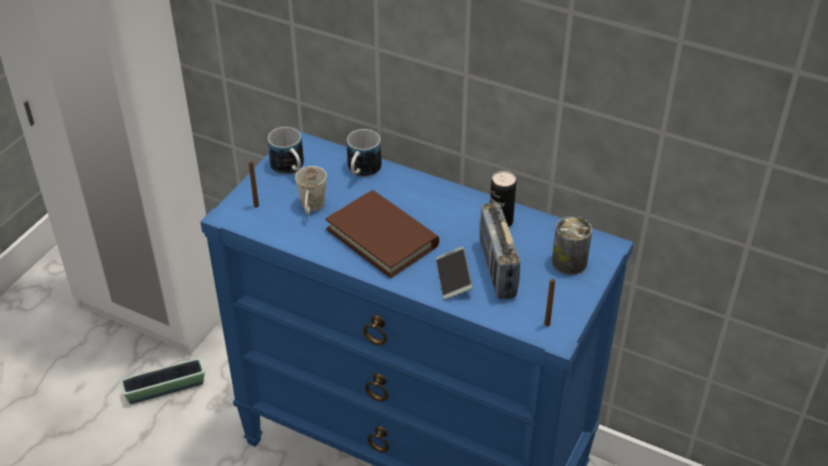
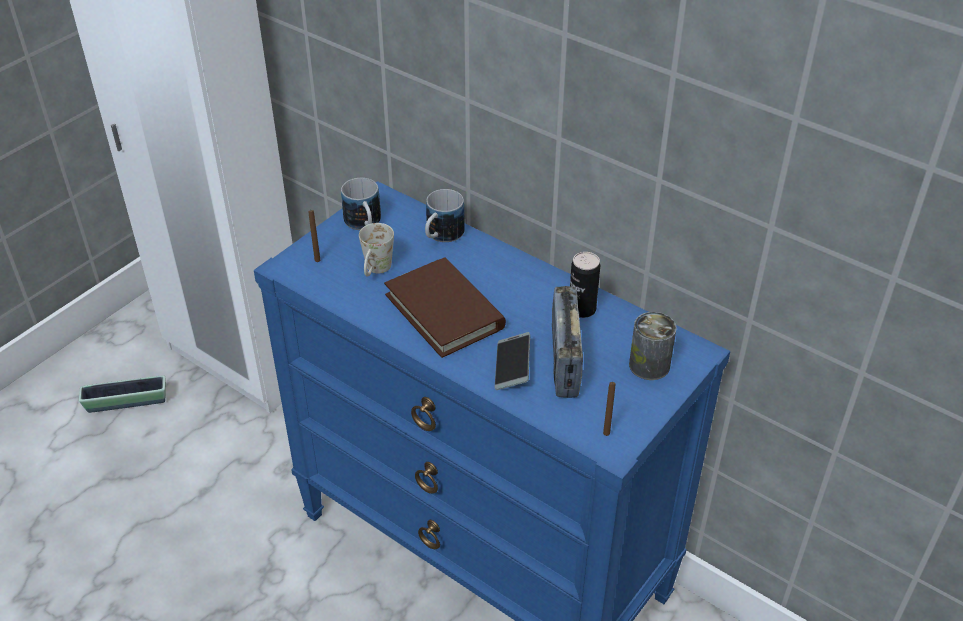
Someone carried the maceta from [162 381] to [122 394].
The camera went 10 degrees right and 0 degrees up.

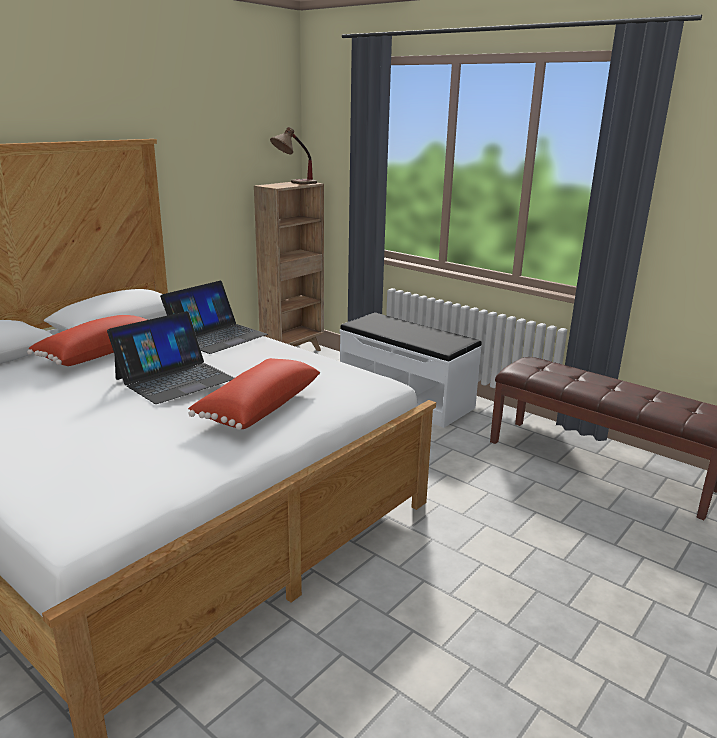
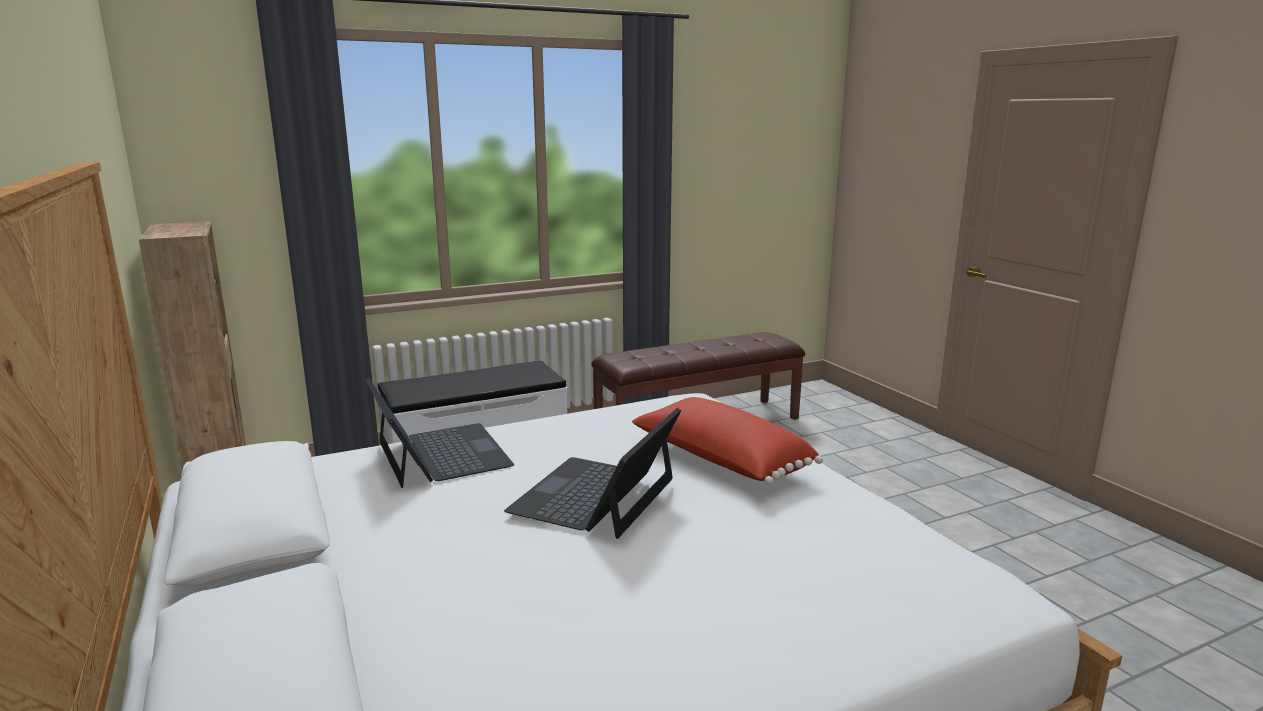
Someone took away the cojín (rojo) at [87 340].
Someone took away the lámpara de mesa at [293 156].
Someone rotated the portátil at [170 357] by 135 degrees counterclockwise.
The camera went 65 degrees left and 5 degrees down.

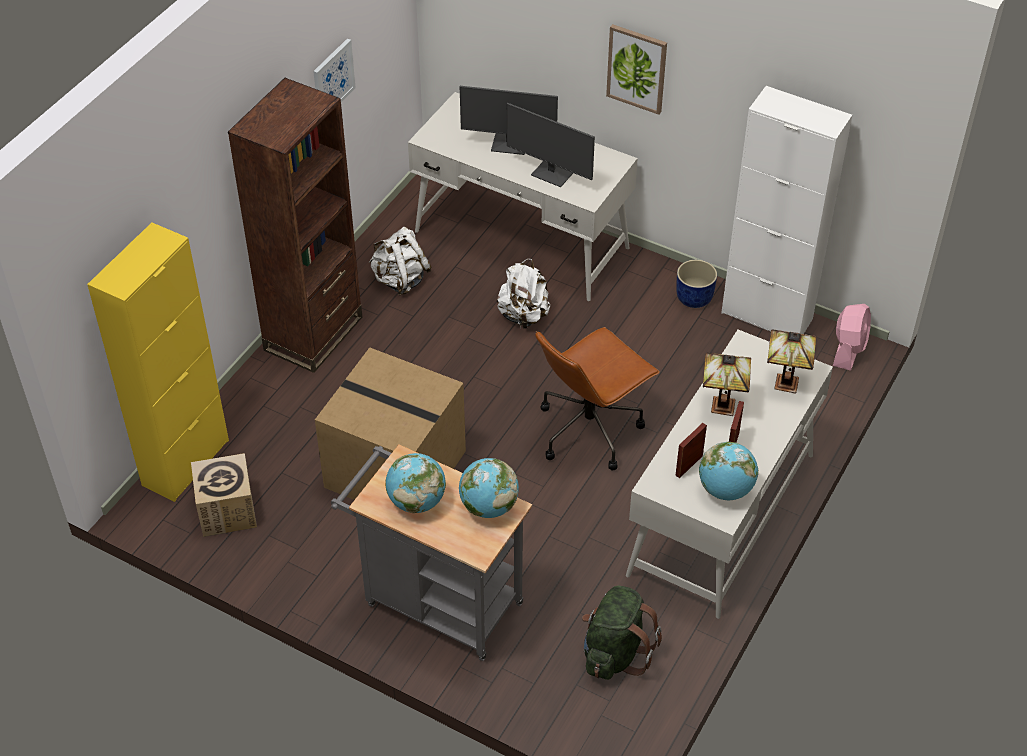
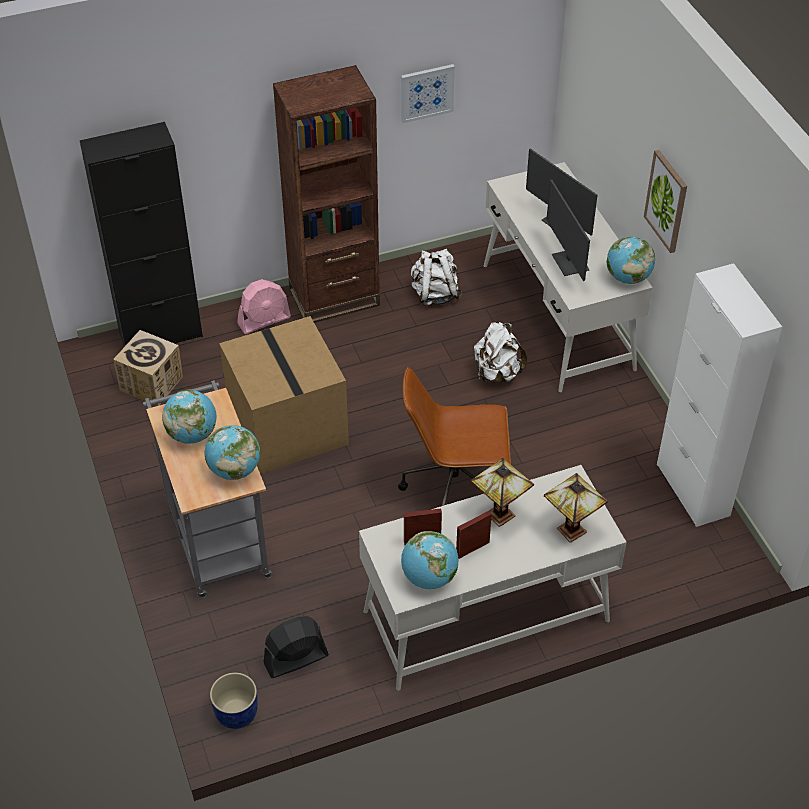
Someone put down the globo terráqueo at [630 260].
Someone carried the maceta (azul) from [696 284] to [234 700].
Someone carried the ventilador (rosa) from [852 337] to [264 306].
Someone swapped the mochila (verde) at [622 632] for the ventilador (negro) at [296 647].
Someone repainted the armario (amarillo) at [158 362], which became the armario (negro) at [141 234].
The camera went 40 degrees right and 0 degrees up.

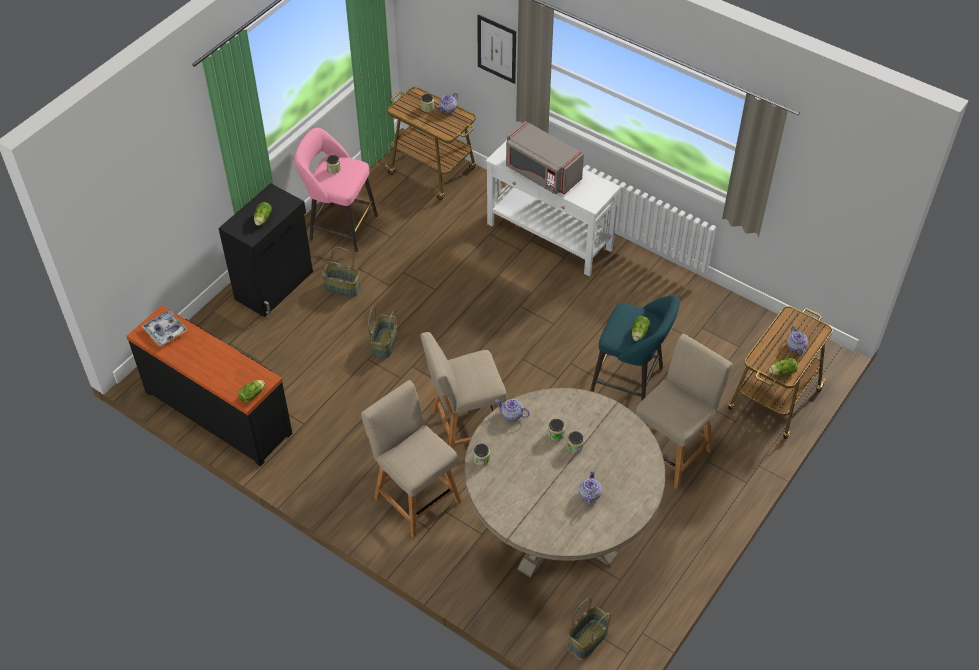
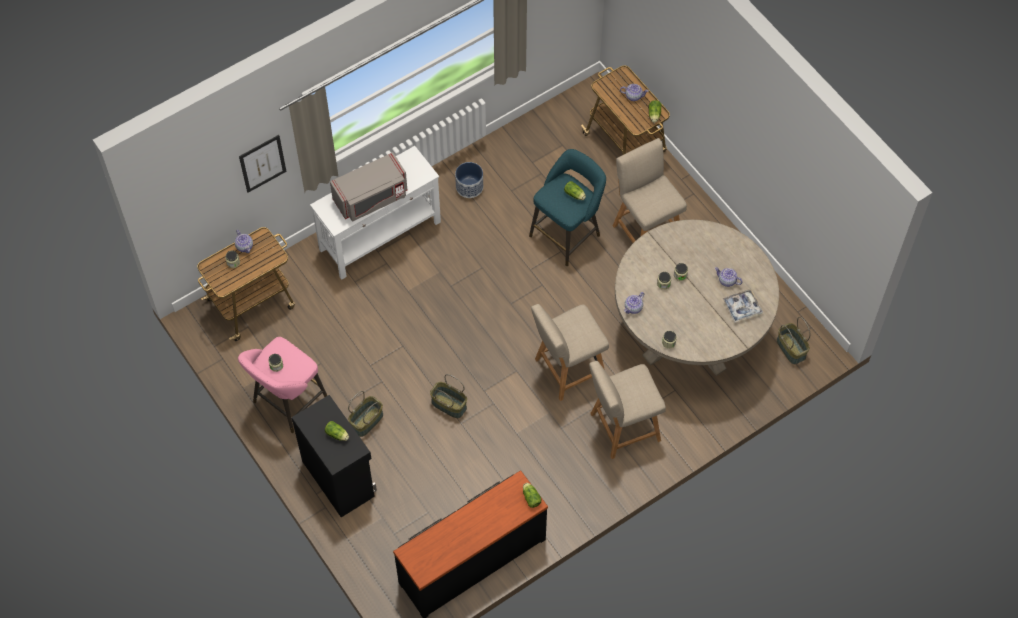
Someone put down the maceta at [469 180].
Someone carried the bandeja from [164 328] to [743 306].
Someone rotated the silla (beis) at [464 391] by 60 degrees clockwise.
The camera went 70 degrees left and 10 degrees up.

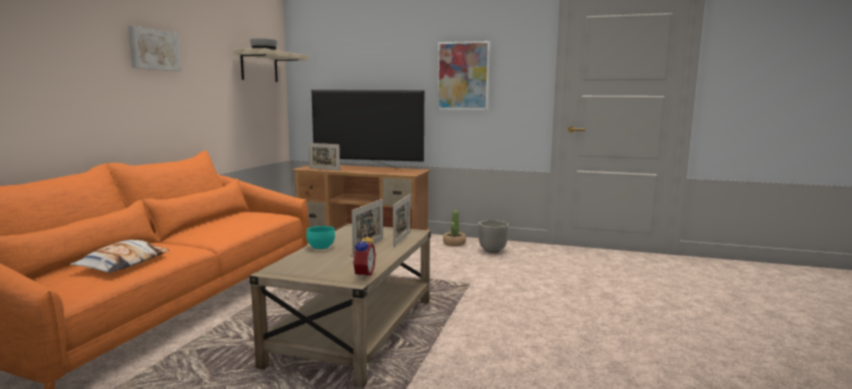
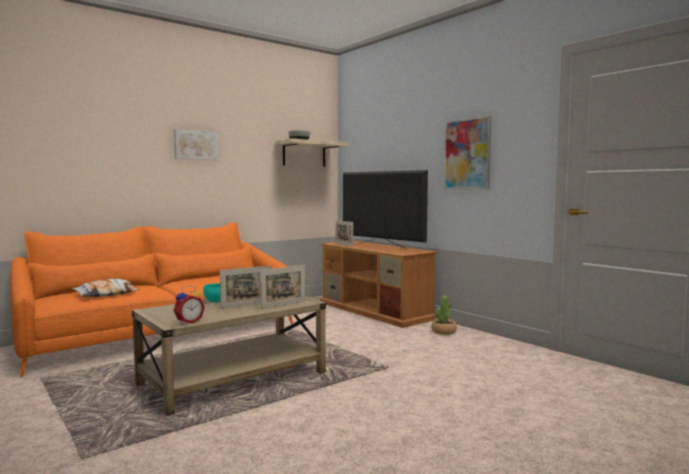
Someone took away the maceta at [493 236].
The camera went 35 degrees right and 5 degrees down.

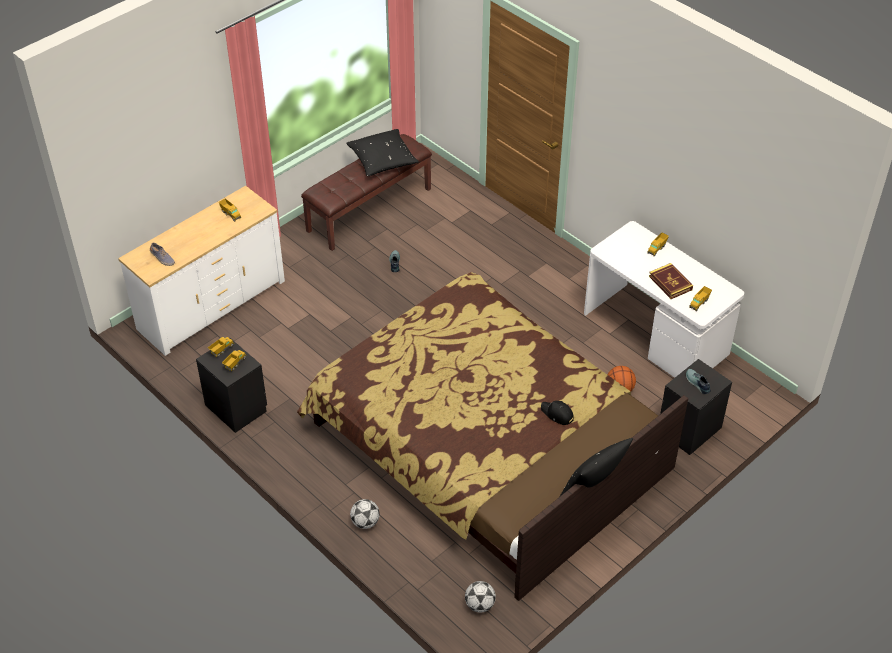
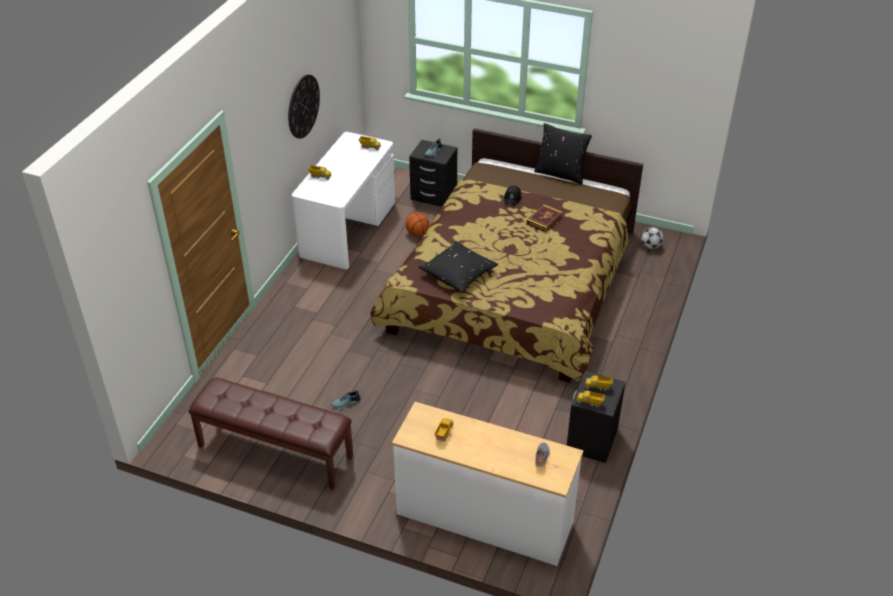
Someone took away the balón de fútbol at [365 514].
Someone put up the reloj de pared at [304 107].
Someone carried the cojín (negro) from [382 152] to [458 267].
Someone carried the libro from [671 281] to [545 218].
The camera went 115 degrees left and 5 degrees down.

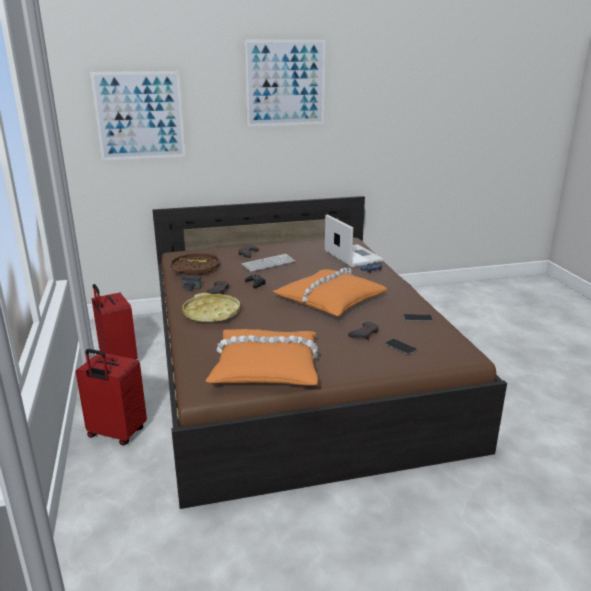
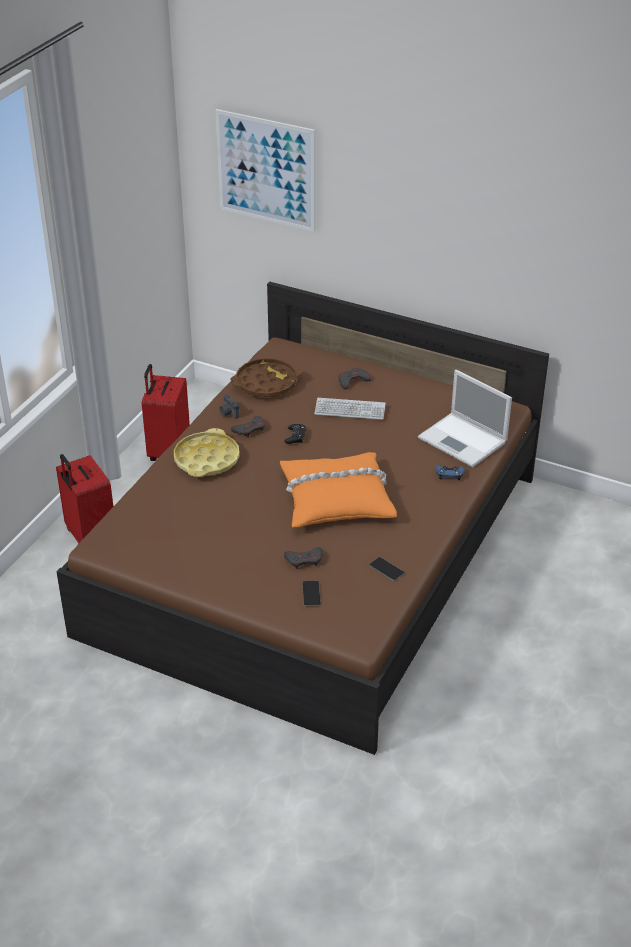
Someone took away the cojín (naranja) at [262 357].
Someone took away the cuadro at [284 83].
Someone rotated the portátil at [354 240] by 120 degrees clockwise.
The camera went 40 degrees right and 15 degrees up.

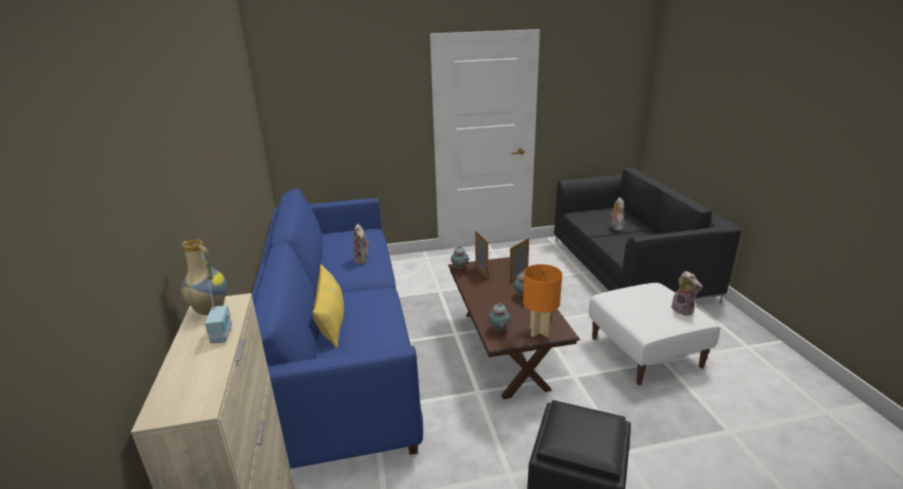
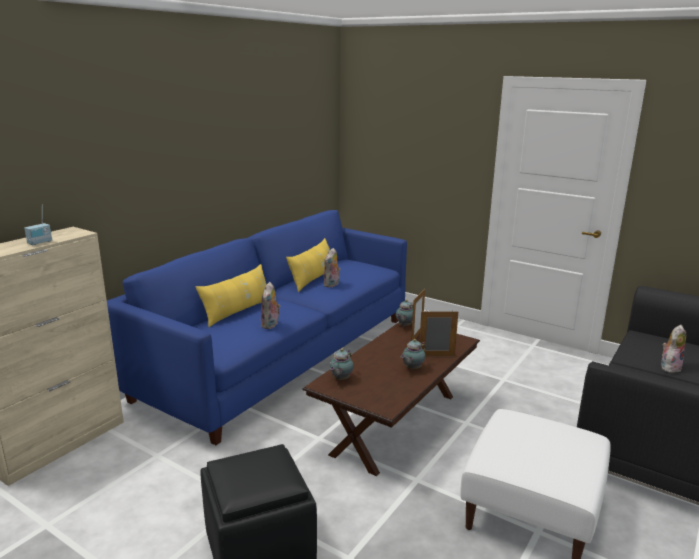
Someone took away the florero at [204 277].
Someone took away the lámpara de mesa (naranja) at [542 300].
Someone put down the cojín (amarillo) at [308 265].
Someone carried the peluche from [687 293] to [271 305].
The camera went 45 degrees right and 5 degrees down.

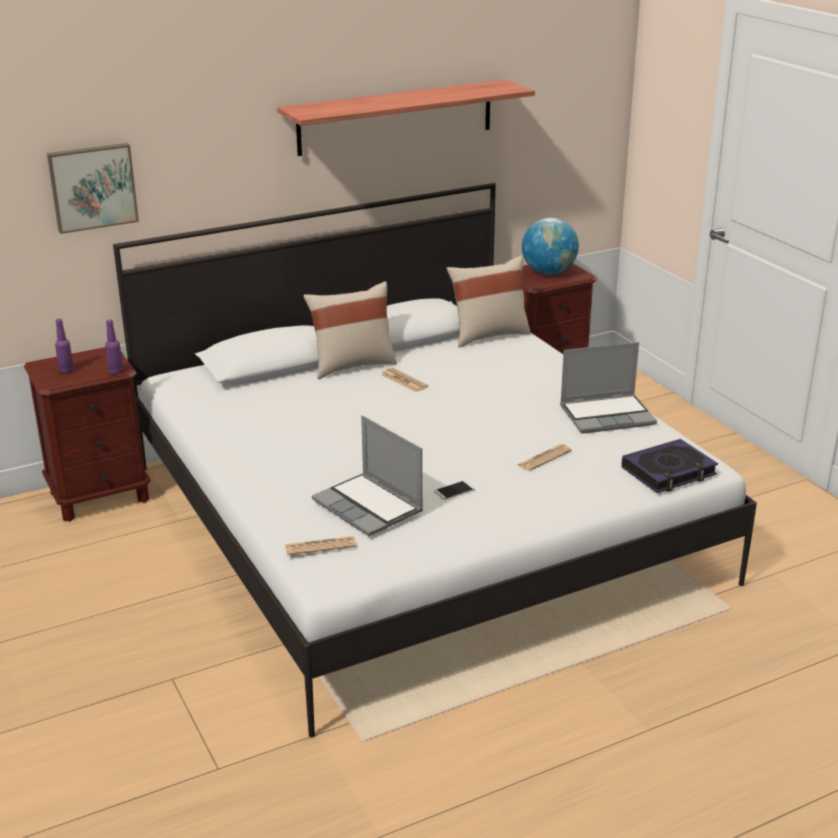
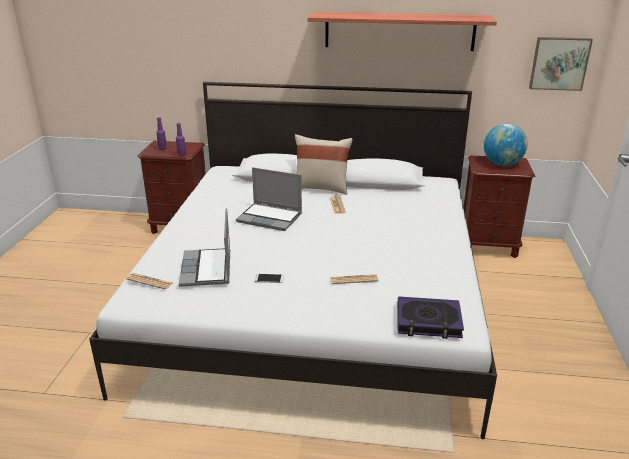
Someone took away the cojín (beis) at [489 301].
Someone carried the cuadro from [93 188] to [561 64].
Someone carried the portátil from [608 388] to [269 199].
The camera went 35 degrees right and 0 degrees up.

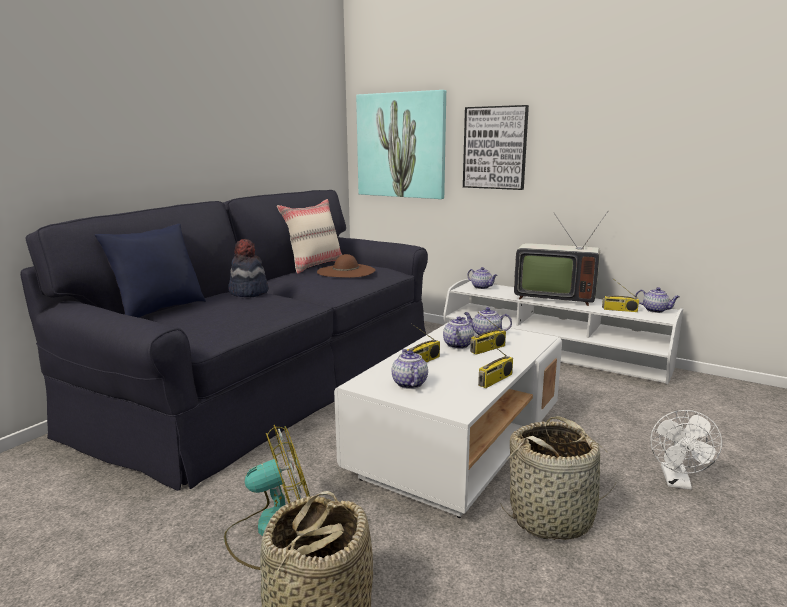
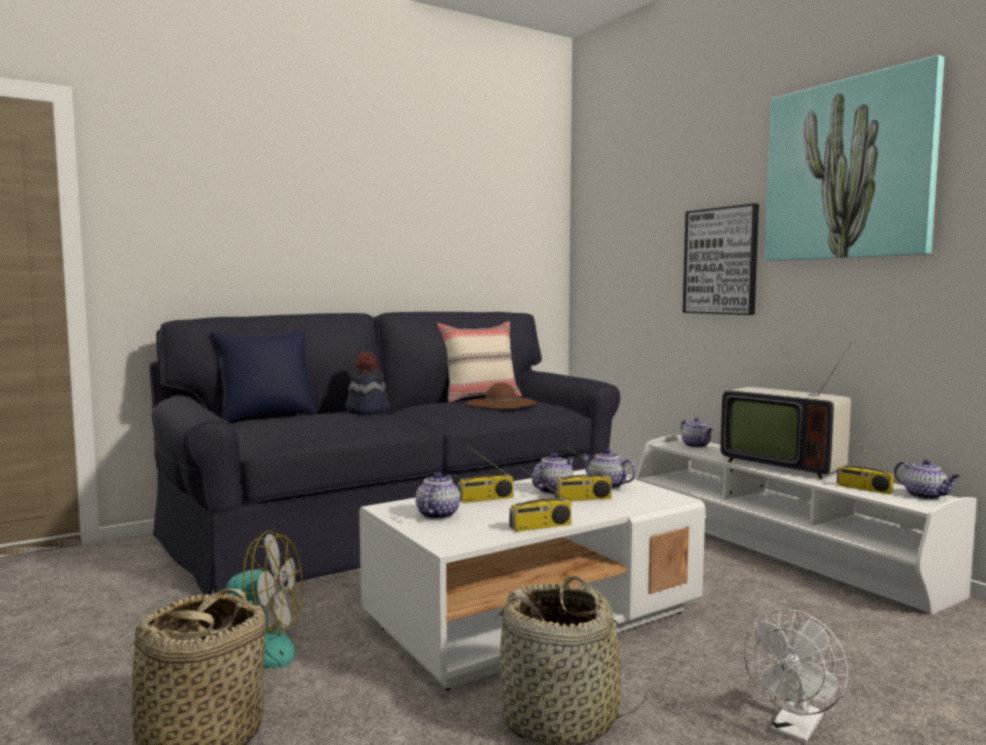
Someone carried the cuadro from [401 144] to [854 158].
The camera went 25 degrees right and 10 degrees down.

